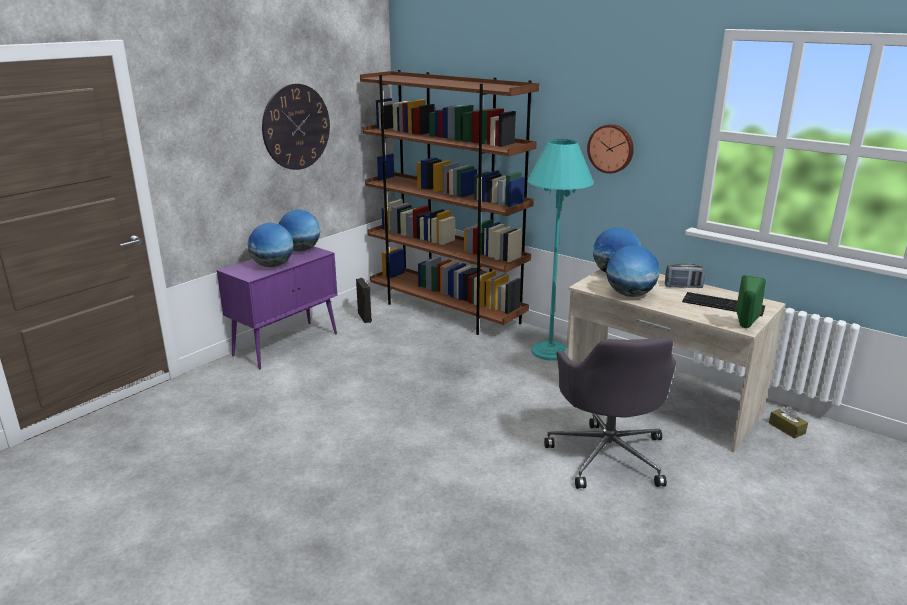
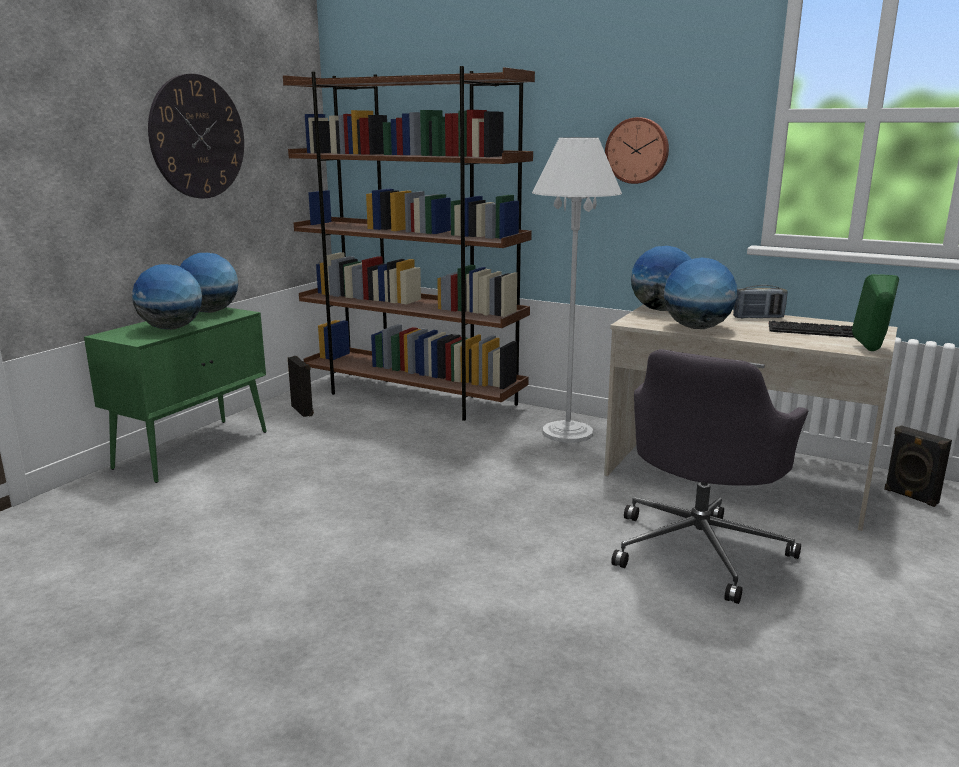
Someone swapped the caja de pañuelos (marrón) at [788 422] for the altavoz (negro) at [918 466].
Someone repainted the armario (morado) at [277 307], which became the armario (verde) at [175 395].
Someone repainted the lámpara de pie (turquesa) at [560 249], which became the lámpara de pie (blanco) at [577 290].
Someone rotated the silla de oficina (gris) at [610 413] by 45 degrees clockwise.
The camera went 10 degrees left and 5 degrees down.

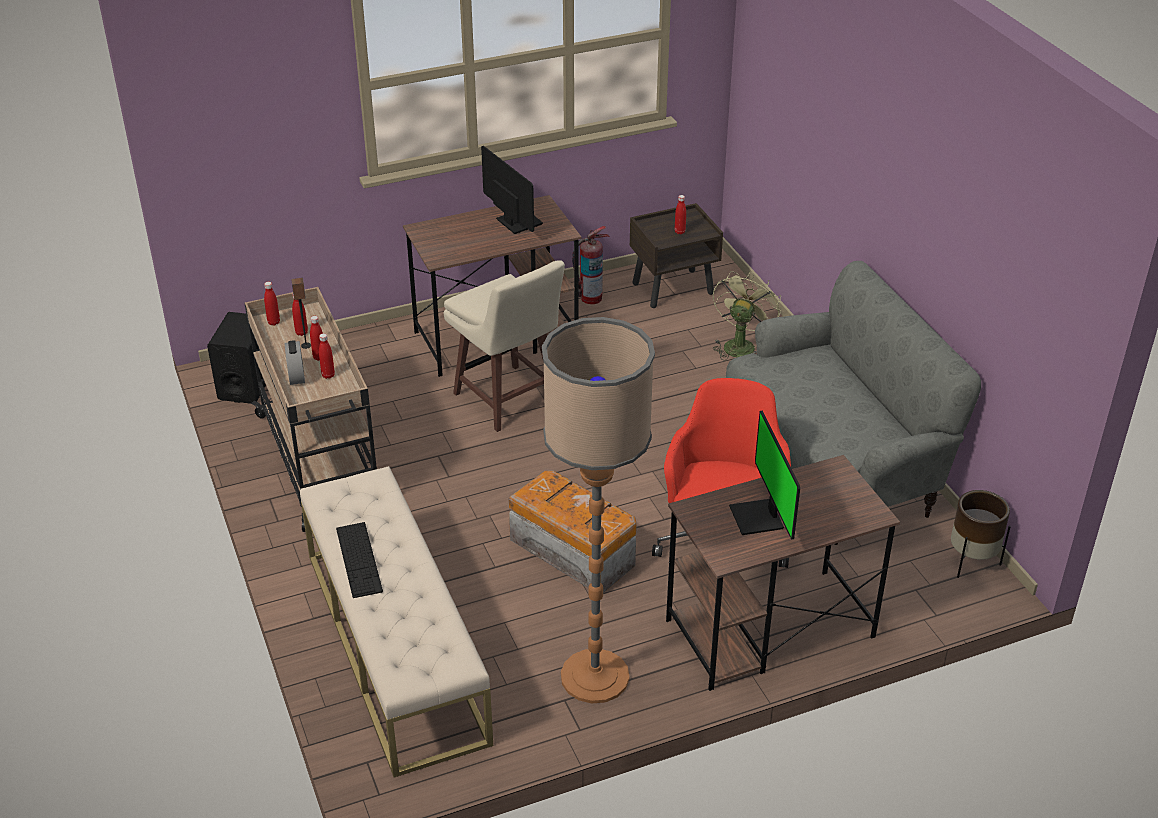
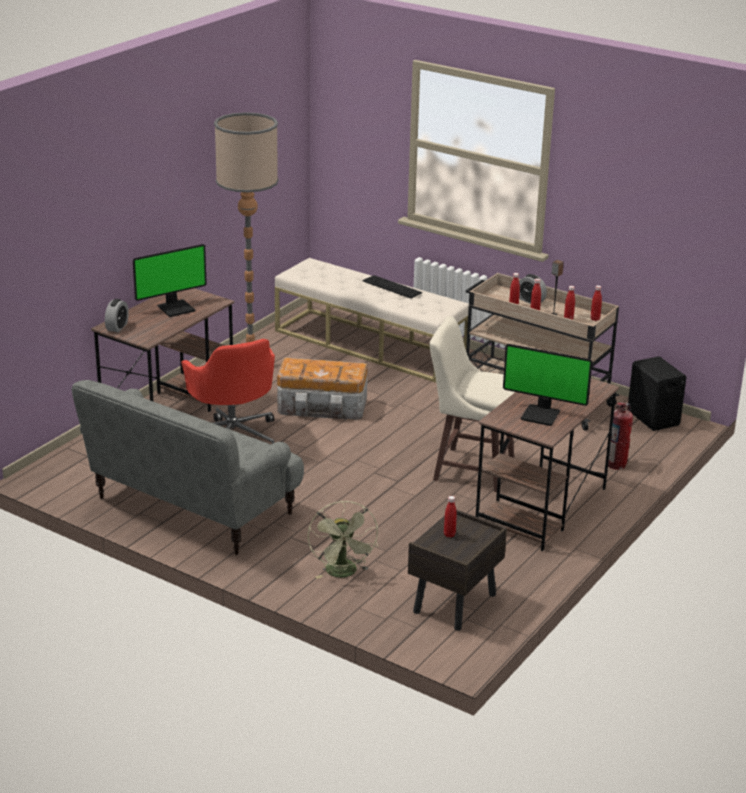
Someone took away the maceta (marrón) at [980 534].
Someone put down the despertador at [117 315].
Someone carried the extintor from [591 265] to [620 436].
Someone rotated the monitor at [764 475] by 105 degrees clockwise.
The camera went 145 degrees right and 10 degrees down.

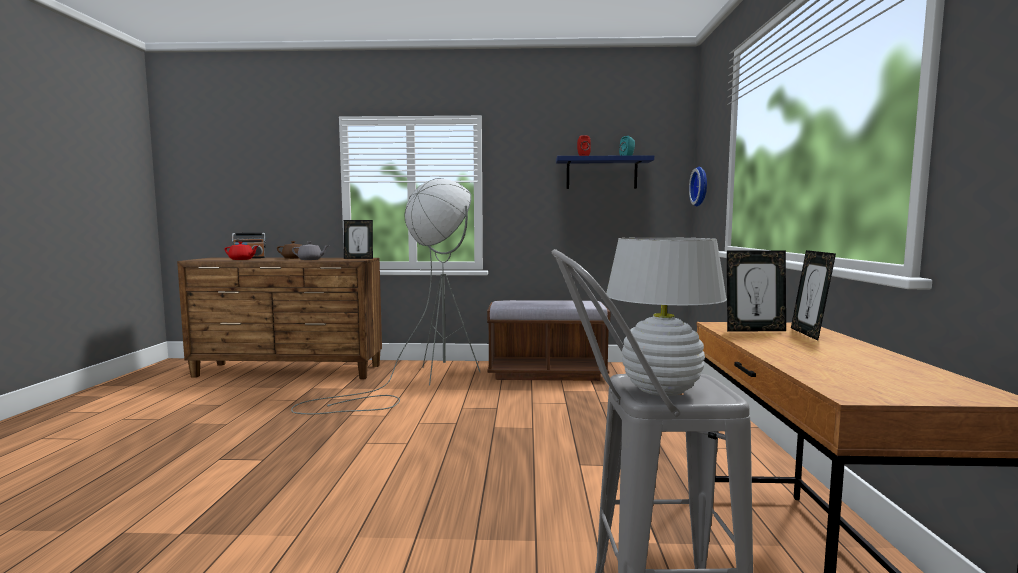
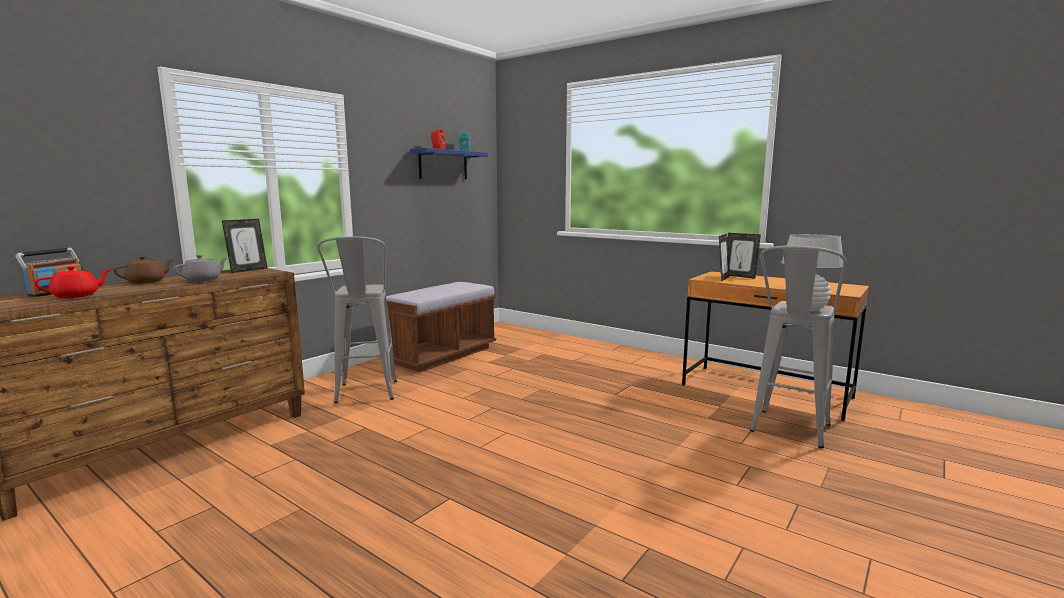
Someone took away the reloj de pared at [698 186].
Someone swapped the lámpara de pie (gris) at [385 296] for the taburete (gris) at [357 319].
The camera went 55 degrees left and 5 degrees up.

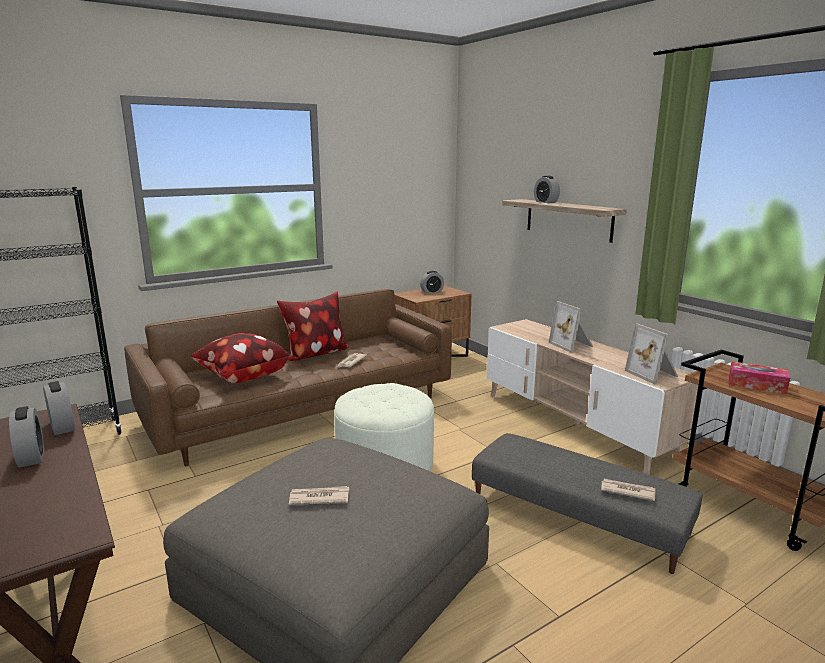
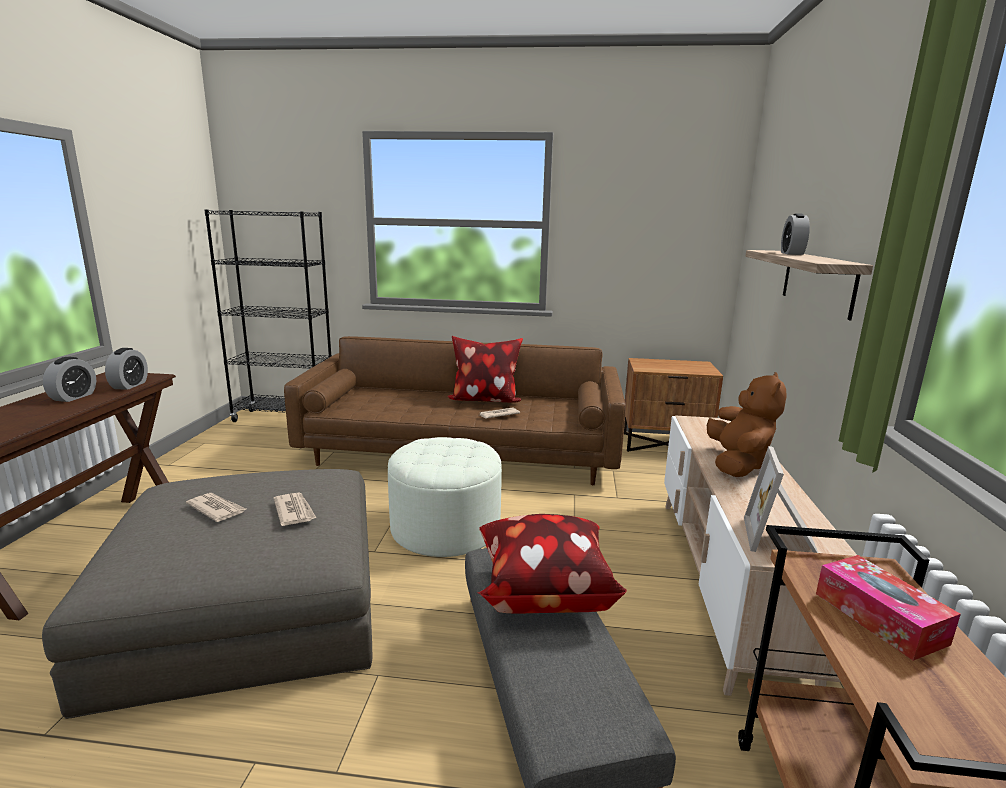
Someone took away the despertador at [432 282].
Someone carried the cojín from [240 358] to [552 564].
Someone carried the periódico from [628 490] to [294 509].
Someone swapped the portarretratos at [571 327] for the peluche (marrón) at [747 424].
The camera went 40 degrees right and 0 degrees up.

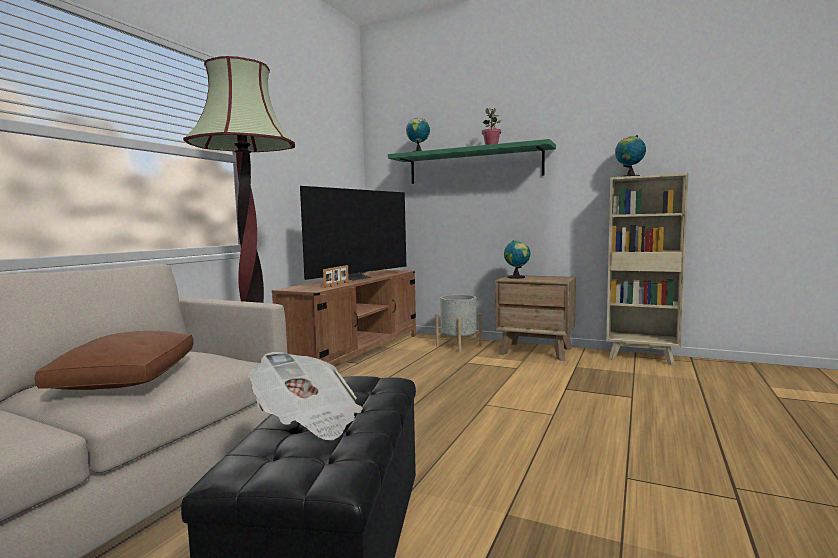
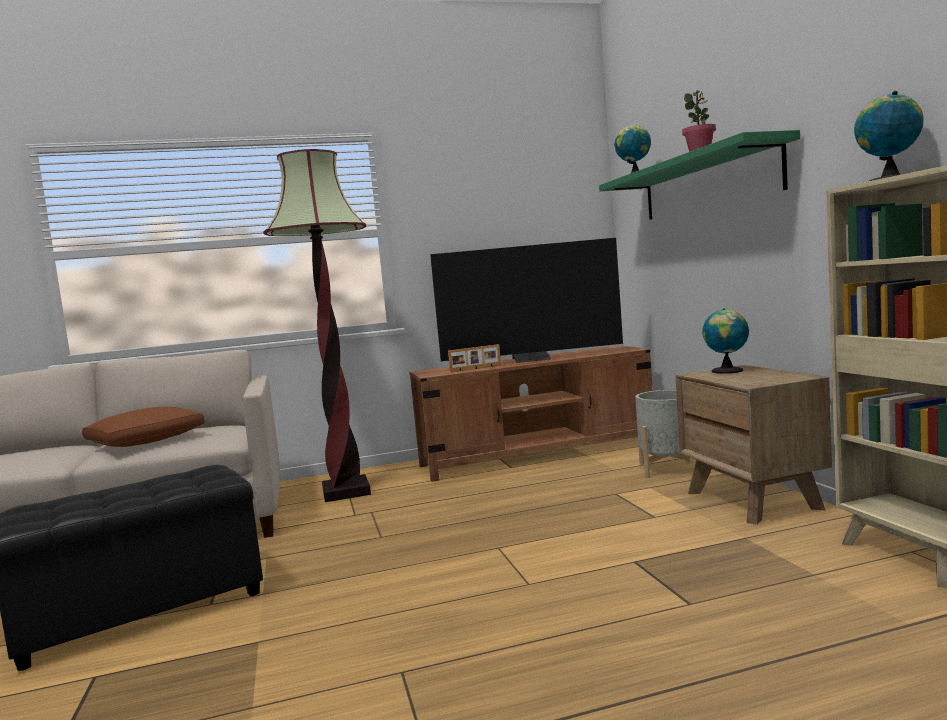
Someone took away the periódico at [305 396].
The camera went 50 degrees right and 0 degrees up.

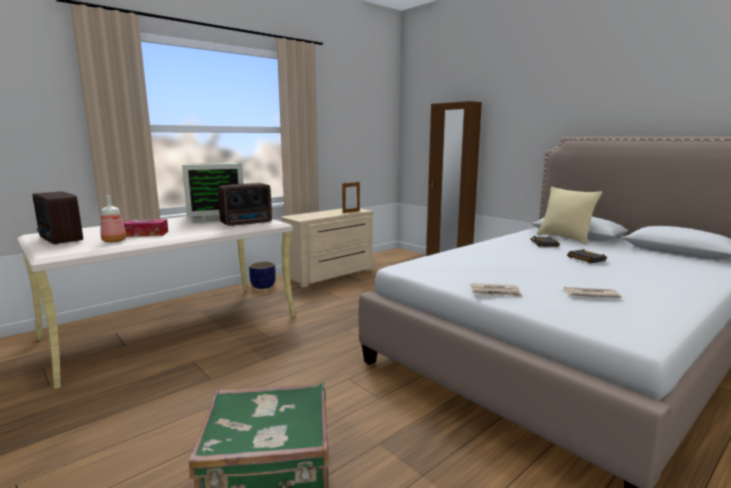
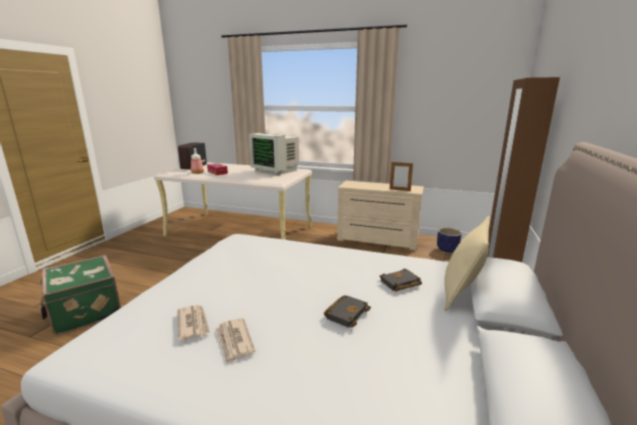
Someone took away the radio at [245 204].
Someone carried the maceta from [262 275] to [449 240].
Someone carried the periódico from [496 290] to [235 341].
The camera went 60 degrees right and 5 degrees up.

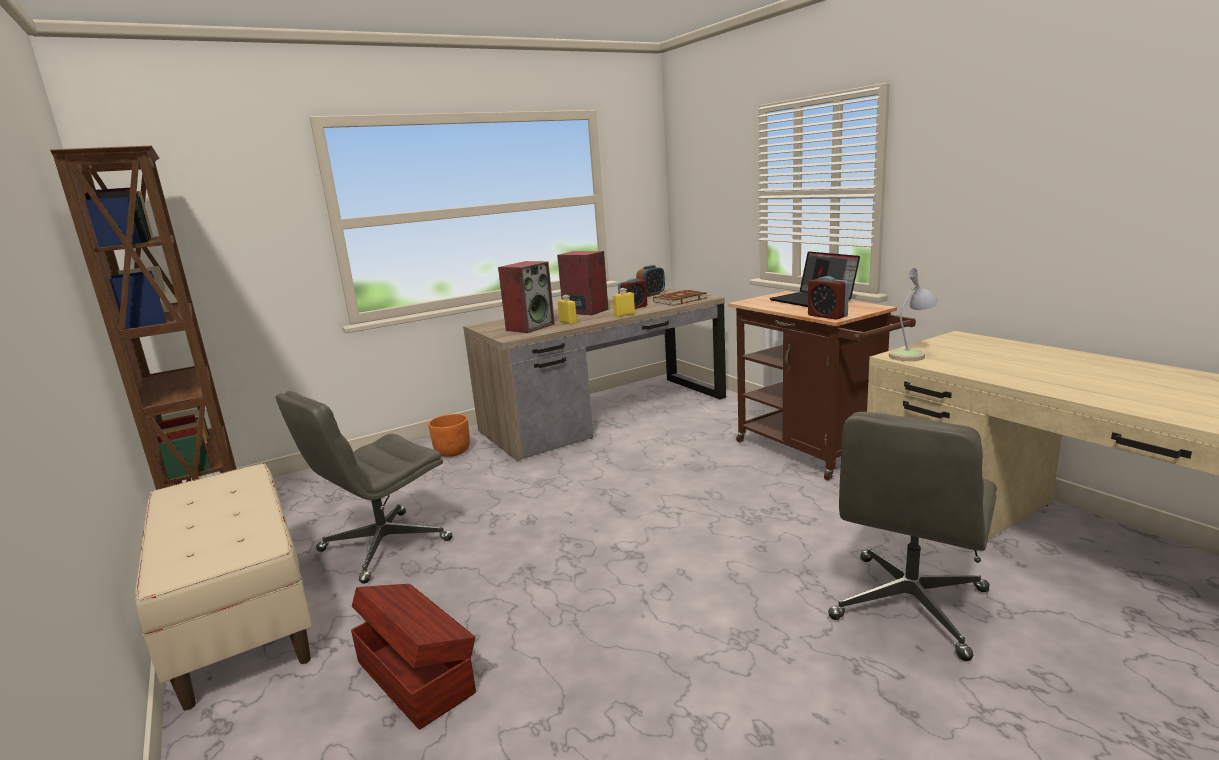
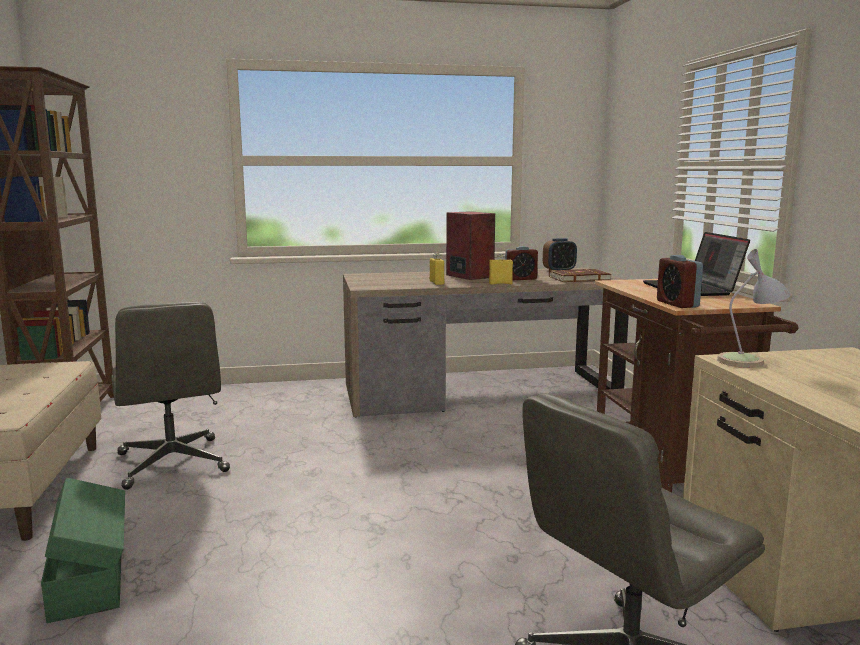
Someone took away the maceta (naranja) at [449 435].
Someone took away the altavoz at [526 297].
Someone repainted the caja de almacenaje (marrón) at [413 657], which became the caja de almacenaje (verde) at [83 550].
Someone rotated the silla de oficina (gris) at [364 487] by 90 degrees counterclockwise.
The camera went 20 degrees right and 5 degrees down.

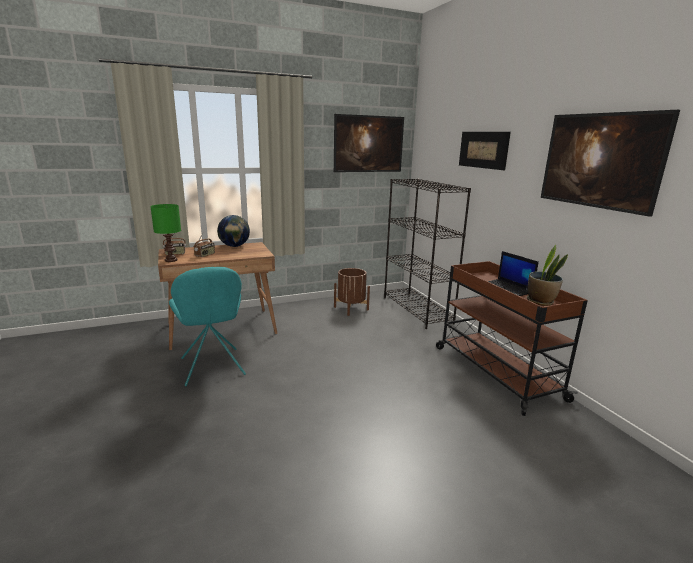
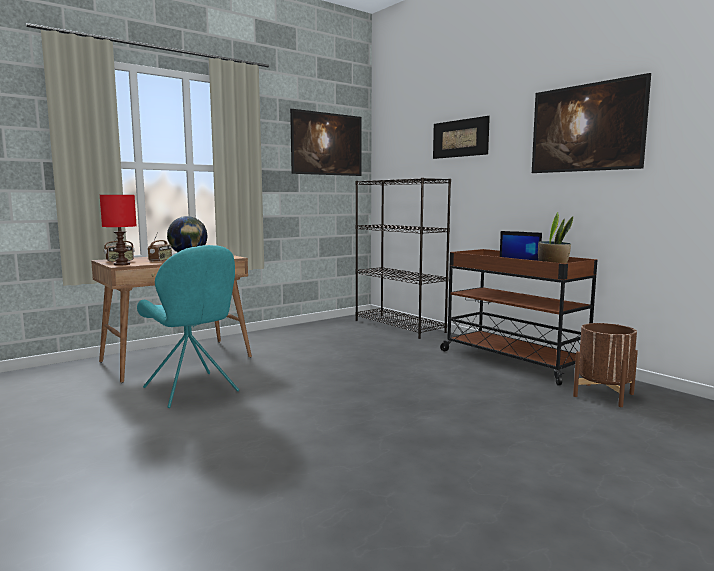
Someone carried the maceta (marrón) from [352 292] to [605 365].
Someone repainted the lámpara de mesa (verde) at [165 233], which became the lámpara de mesa (rojo) at [118 230].
The camera went 15 degrees left and 10 degrees down.

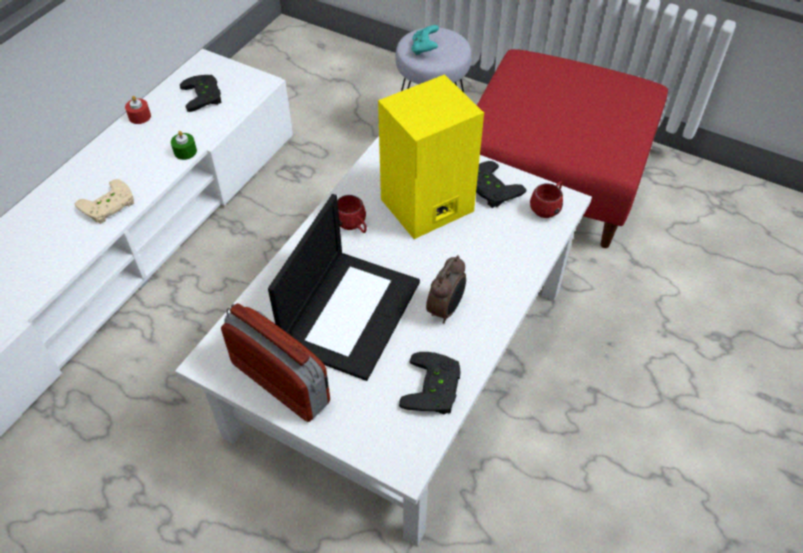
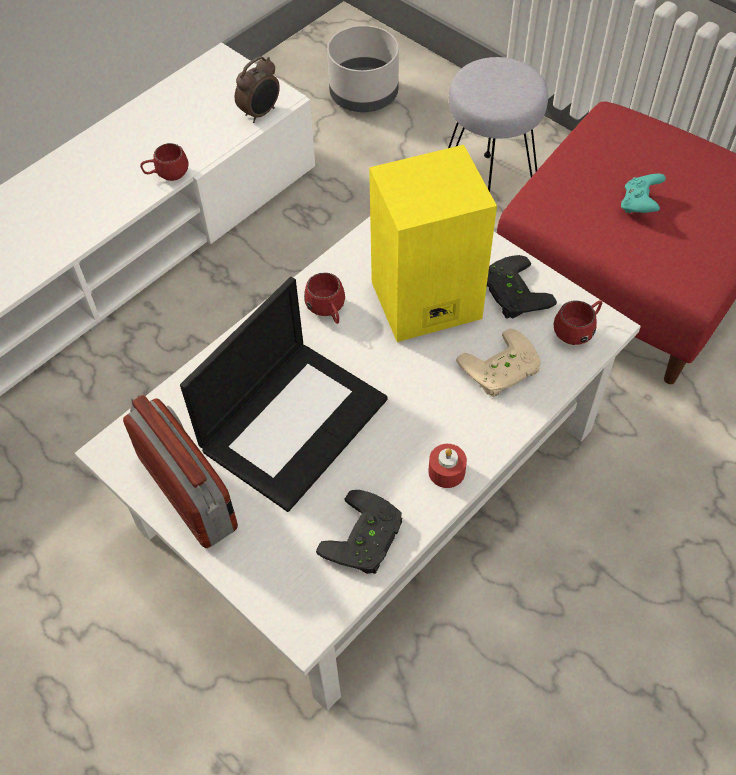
Someone took away the mando de consola (negro) at [201 93].
Someone put down the maceta (gris) at [363 68].
Someone carried the mando de consola (beis) from [104 201] to [498 363].
Someone carried the vela (rojo) from [138 110] to [447 466].
Someone carried the mando de consola (turquesa) from [425 40] to [643 193].
Someone carried the despertador from [446 289] to [257 89].
Someone swapped the vela (verde) at [184 145] for the taza grande (rojo) at [164 162].
The camera went 15 degrees right and 5 degrees up.

